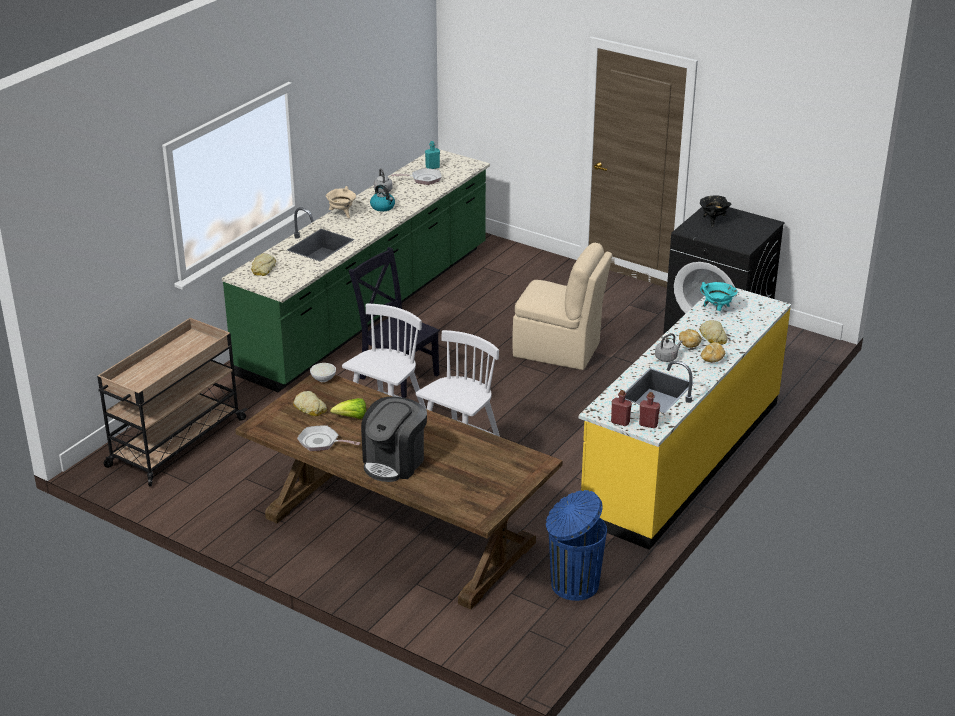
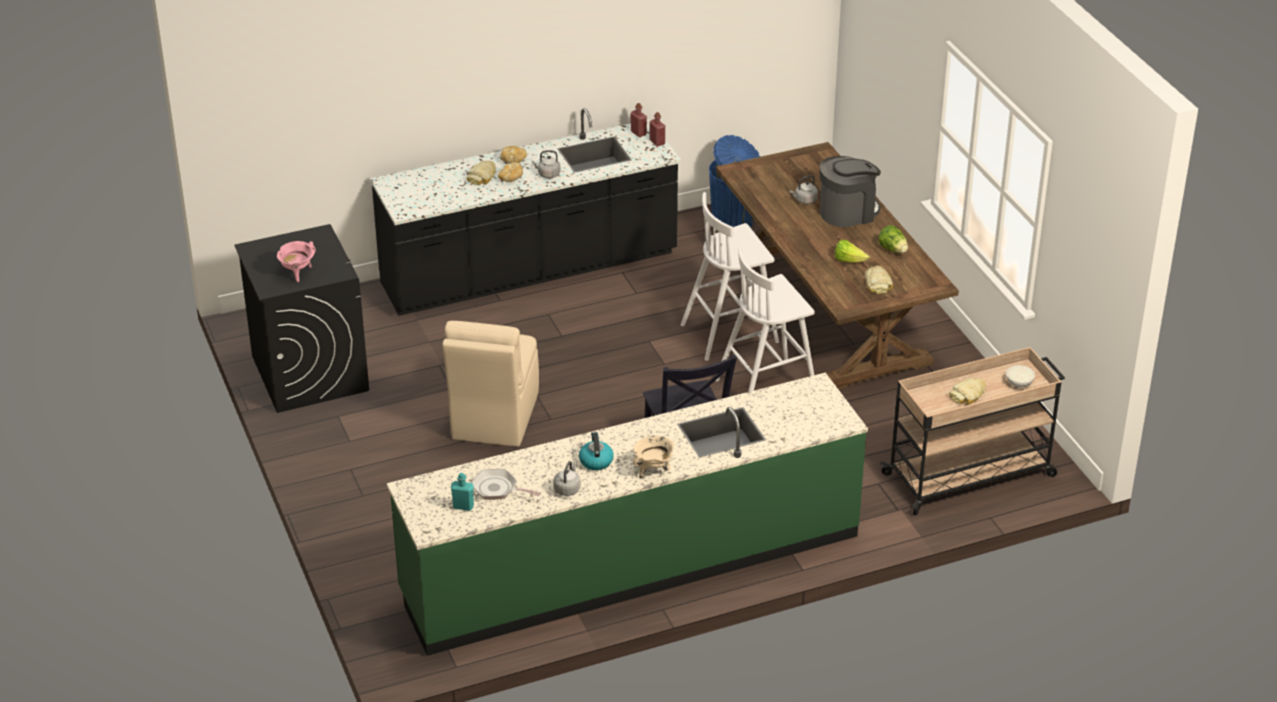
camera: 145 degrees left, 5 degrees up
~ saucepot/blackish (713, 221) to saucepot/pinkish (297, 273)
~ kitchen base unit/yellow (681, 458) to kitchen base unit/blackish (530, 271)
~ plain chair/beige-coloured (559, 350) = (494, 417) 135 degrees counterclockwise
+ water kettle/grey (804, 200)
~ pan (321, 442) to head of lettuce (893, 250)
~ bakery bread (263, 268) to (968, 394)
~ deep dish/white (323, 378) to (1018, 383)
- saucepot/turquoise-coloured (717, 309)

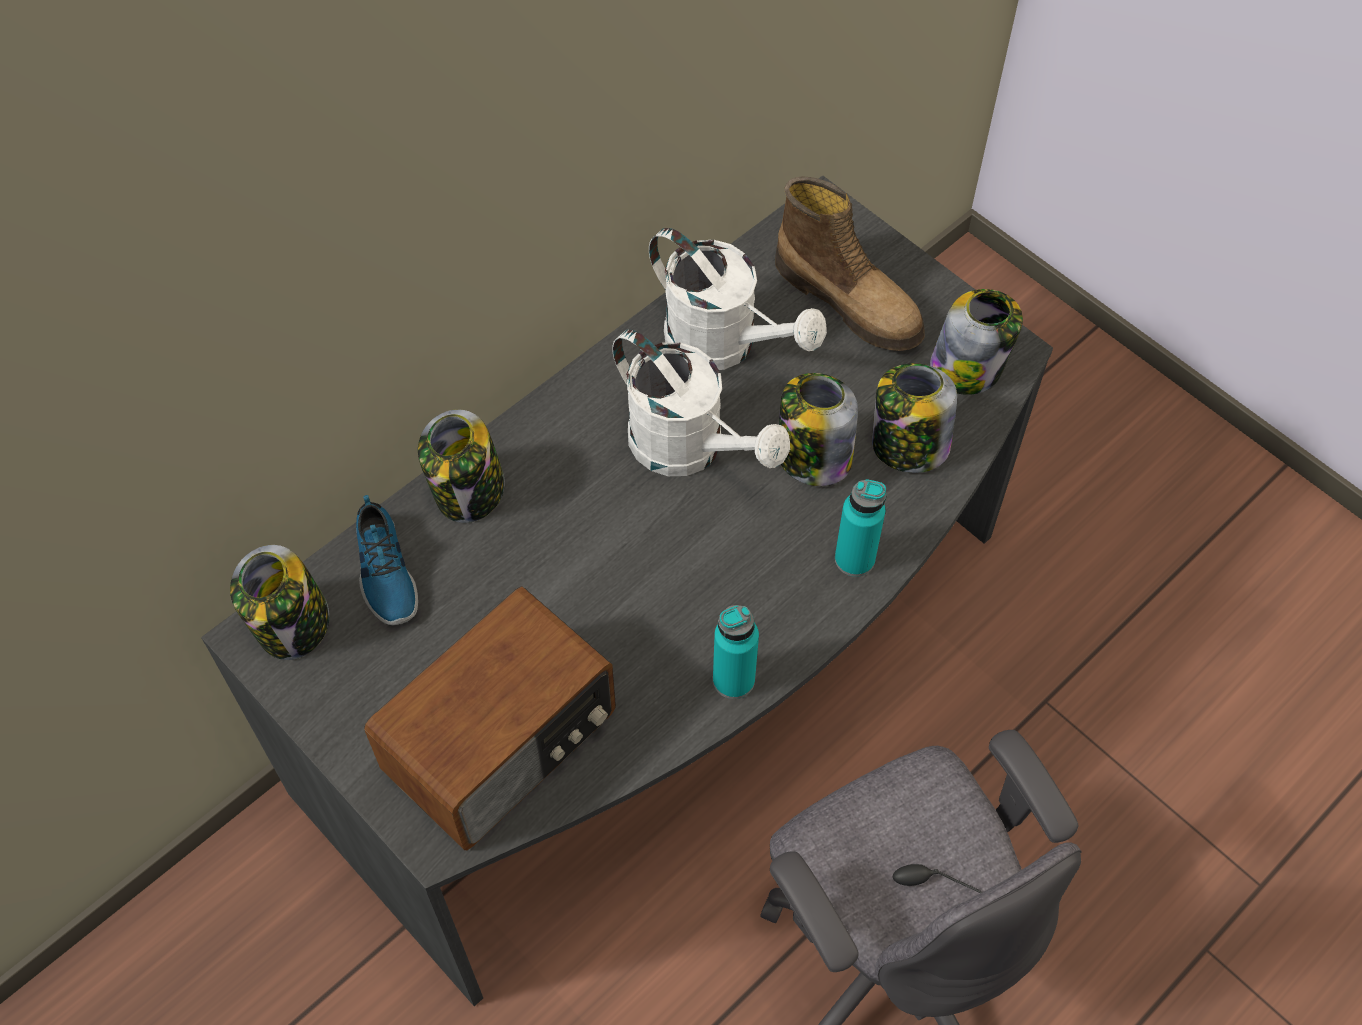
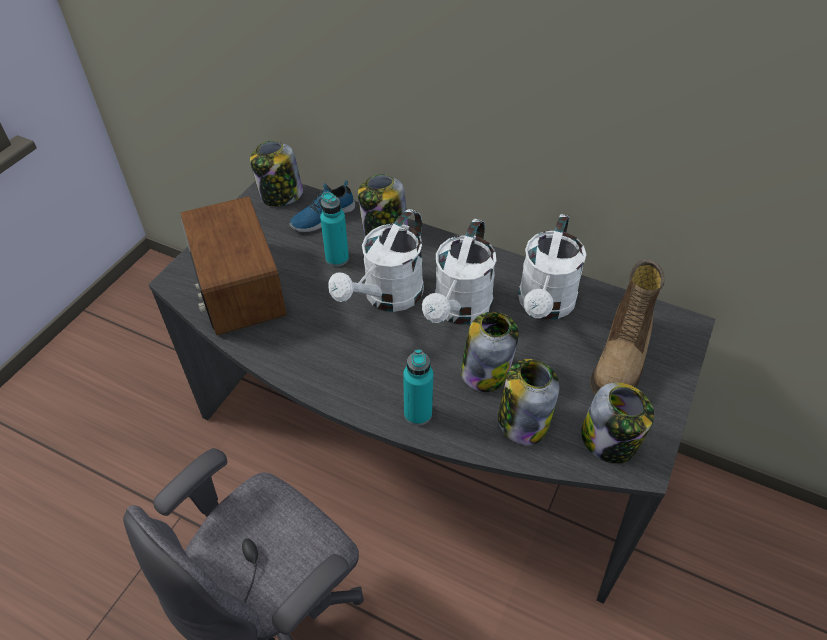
camera: 70 degrees right, 10 degrees down
~ radio set (504, 742) = (237, 288) 45 degrees clockwise
~ bottle/turquoise-coloured (733, 680) to (337, 258)
+ sprinkling can/white (387, 298)

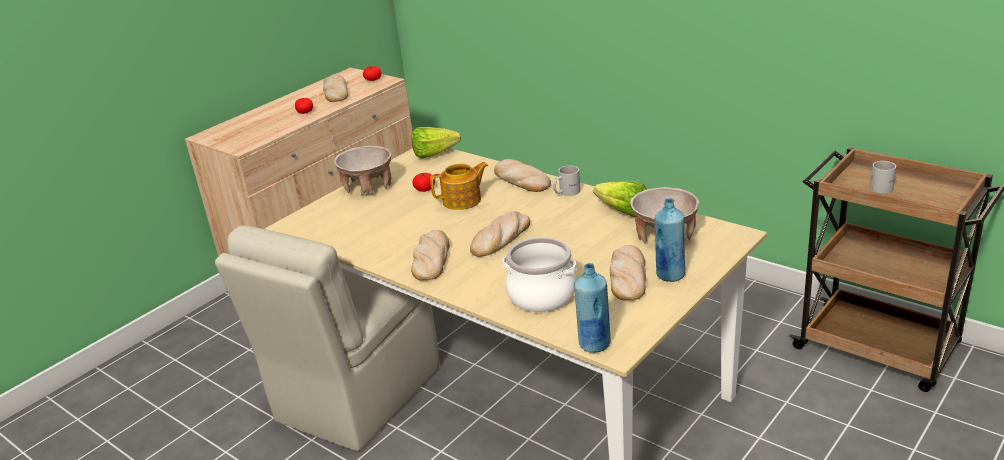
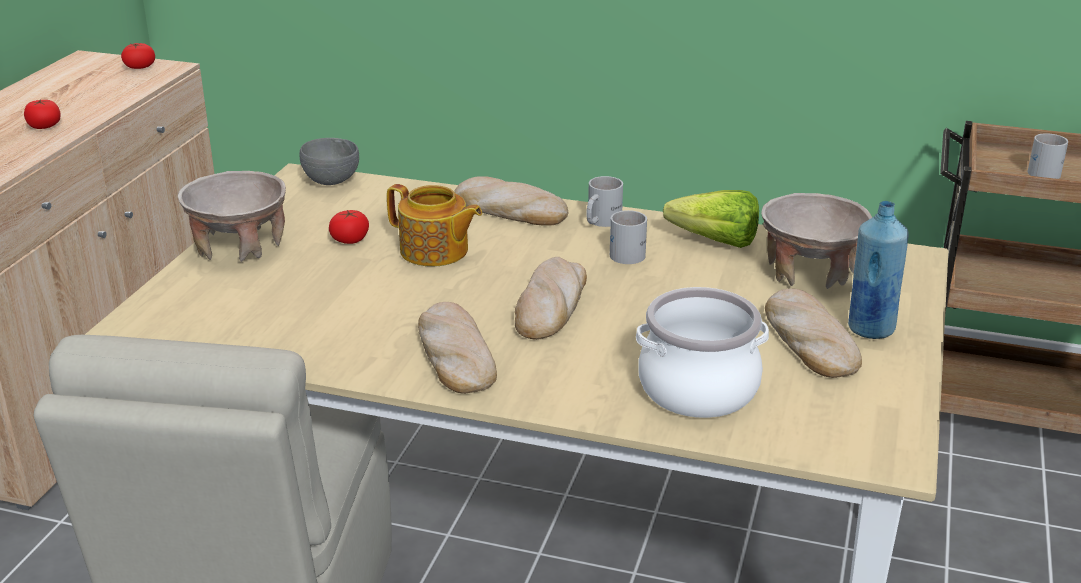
camera: 25 degrees left, 0 degrees up
~ head of lettuce (438, 154) to deep dish/grey (330, 181)
~ pot for tea (463, 200) = (435, 251) 75 degrees clockwise
+ mug/white (630, 252)
- bakery bread (335, 92)
- bottle/blue-coloured (594, 344)

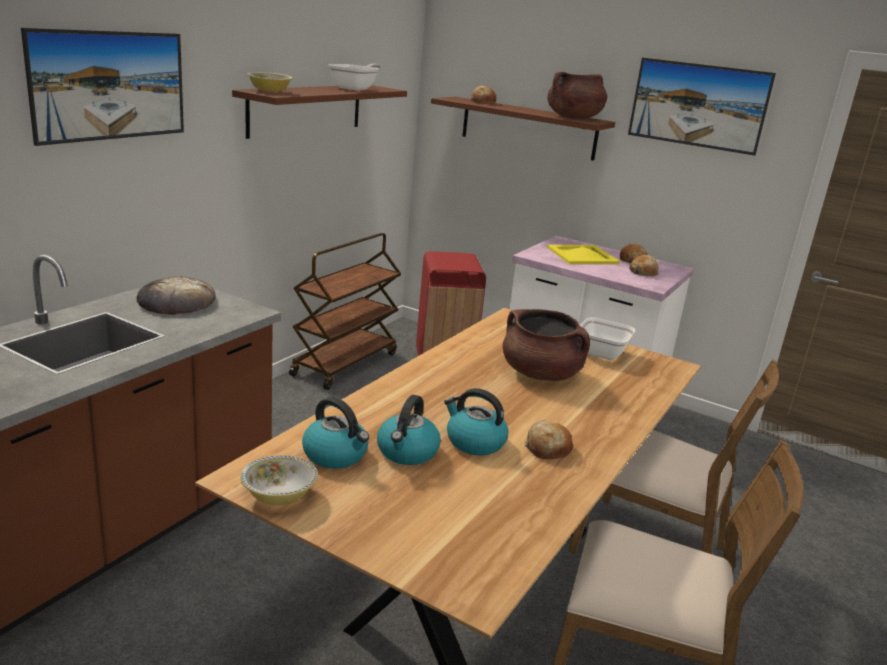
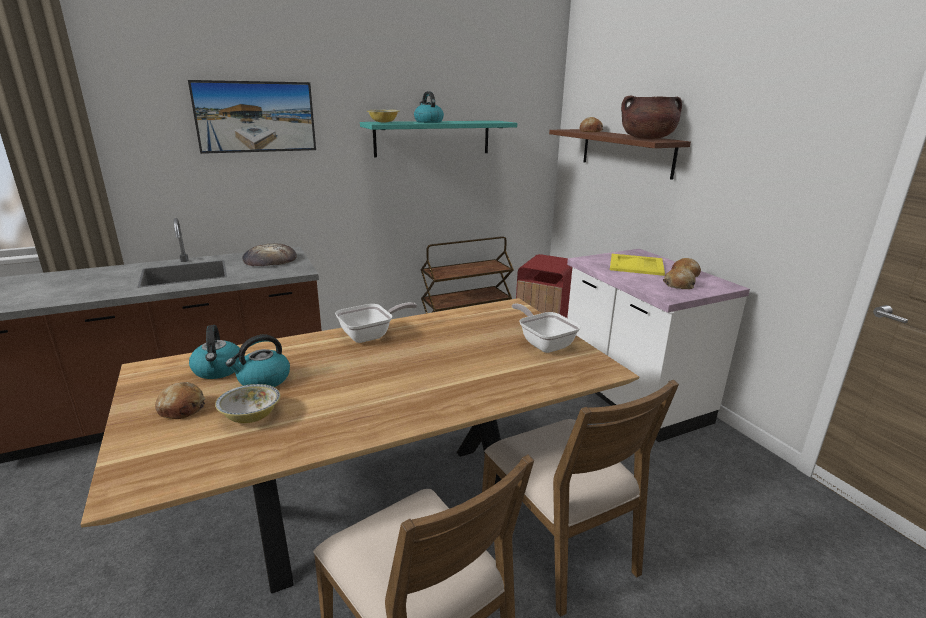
camera: 35 degrees right, 0 degrees up
~ bakery bread (547, 448) to (182, 408)
~ deep dish (279, 496) to (251, 416)
~ pan (356, 88) to (371, 335)
~ shelf/brownish (306, 109) to shelf/turquoise-coloured (433, 138)
~ water kettle (474, 442) to (428, 122)
- saucepot/brownish (540, 374)
- wall art (693, 125)

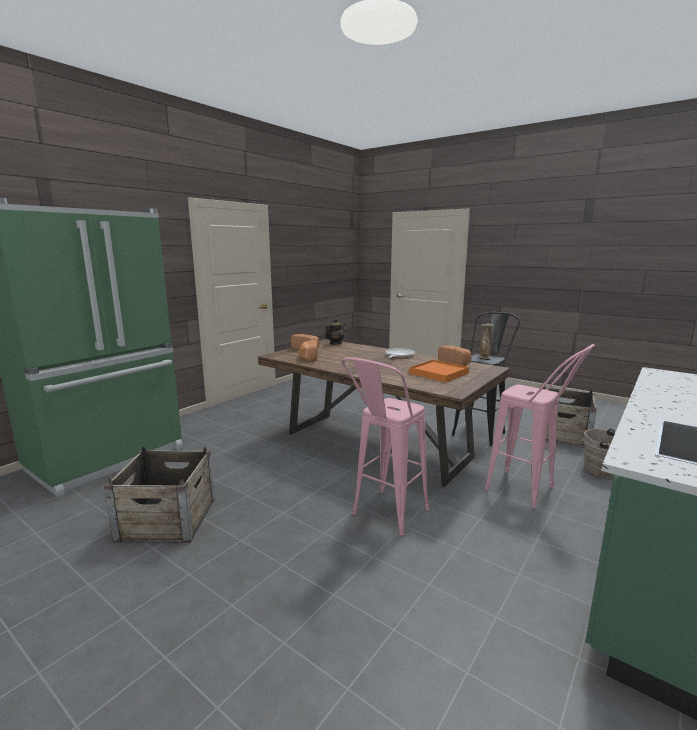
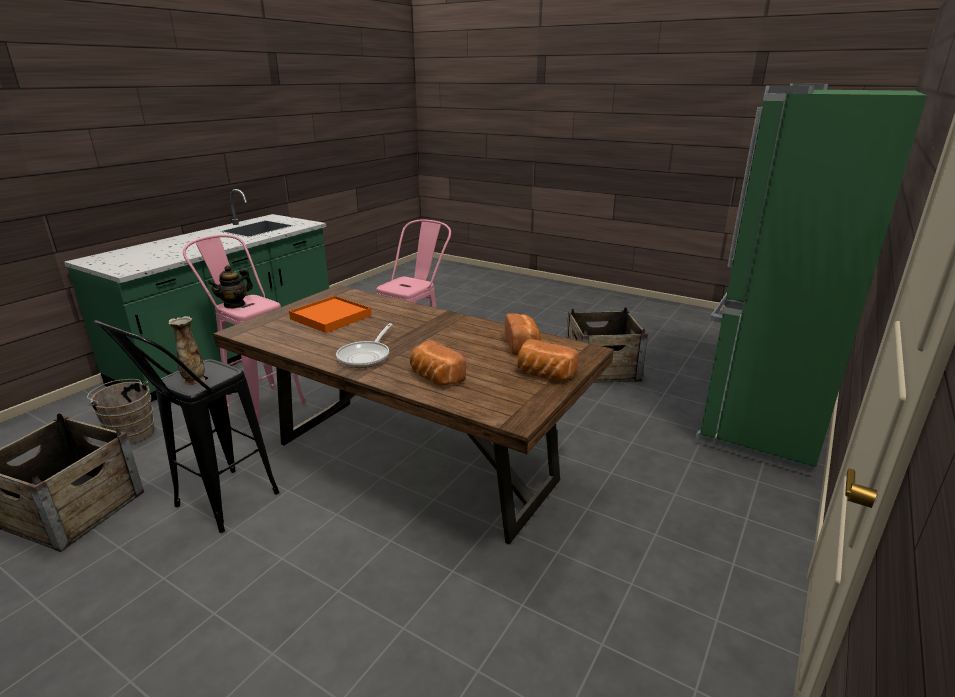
camera: 175 degrees right, 10 degrees up
~ pot for tea (335, 343) to (235, 305)
~ bakery bread (455, 363) to (435, 378)

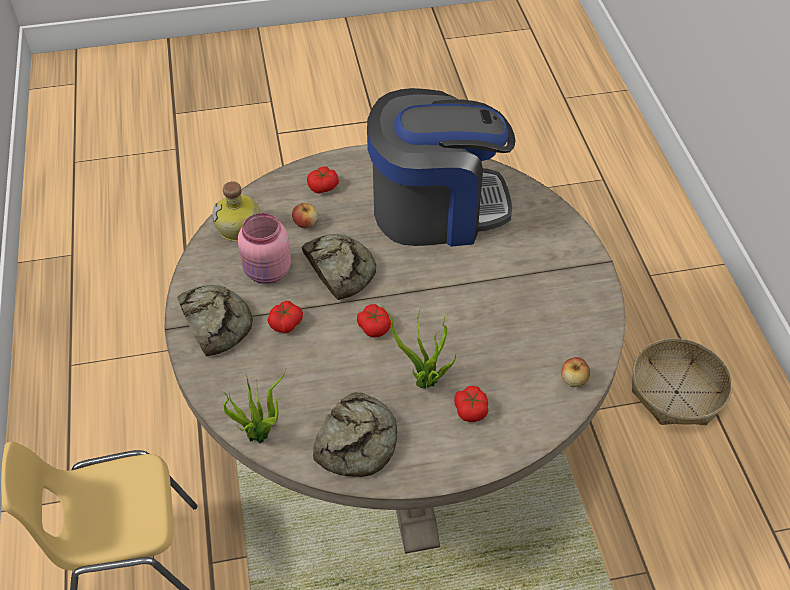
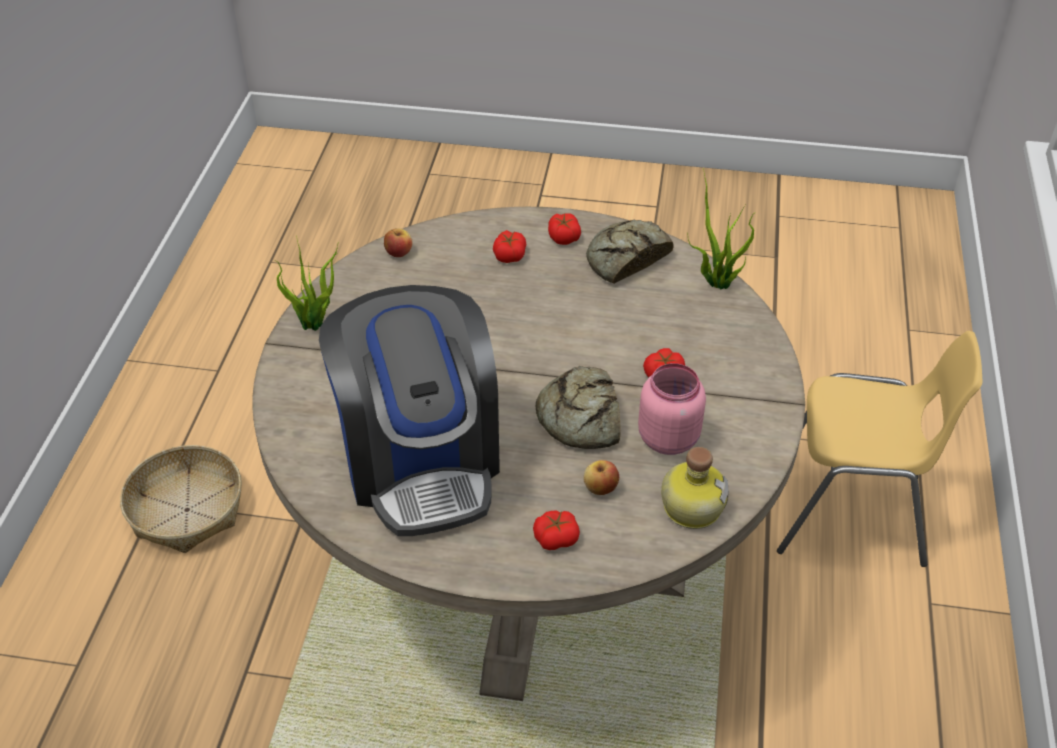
camera: 160 degrees left, 5 degrees down
~ houseplant (424, 383) to (315, 324)
~ coffee machine (437, 209) = (420, 460) 120 degrees counterclockwise
~ tomato (374, 327) to (563, 237)
- bakery bread (214, 322)

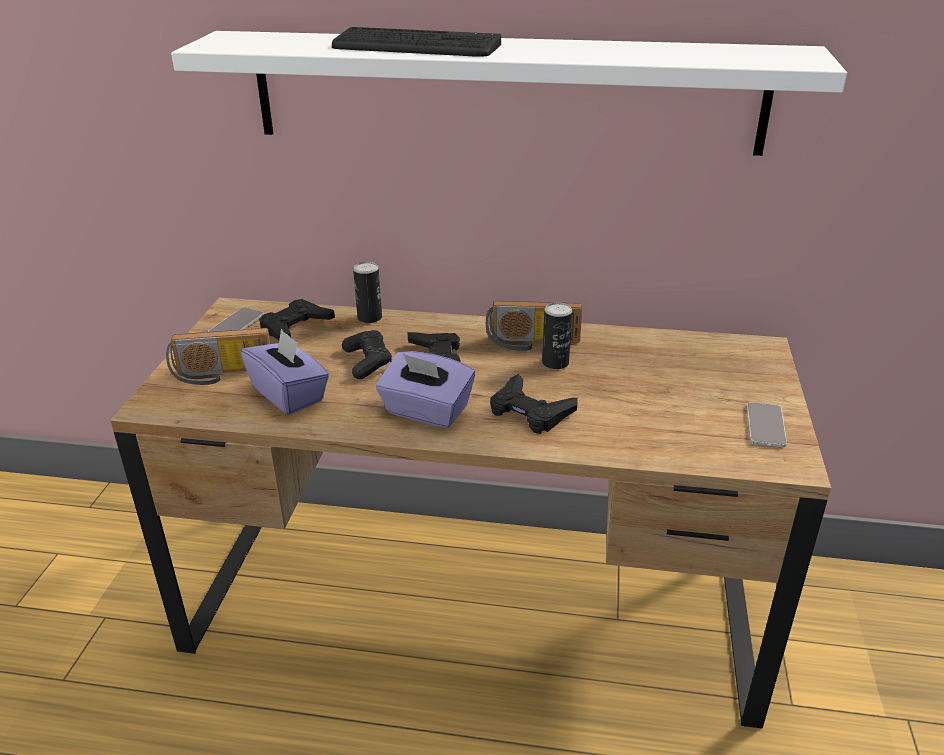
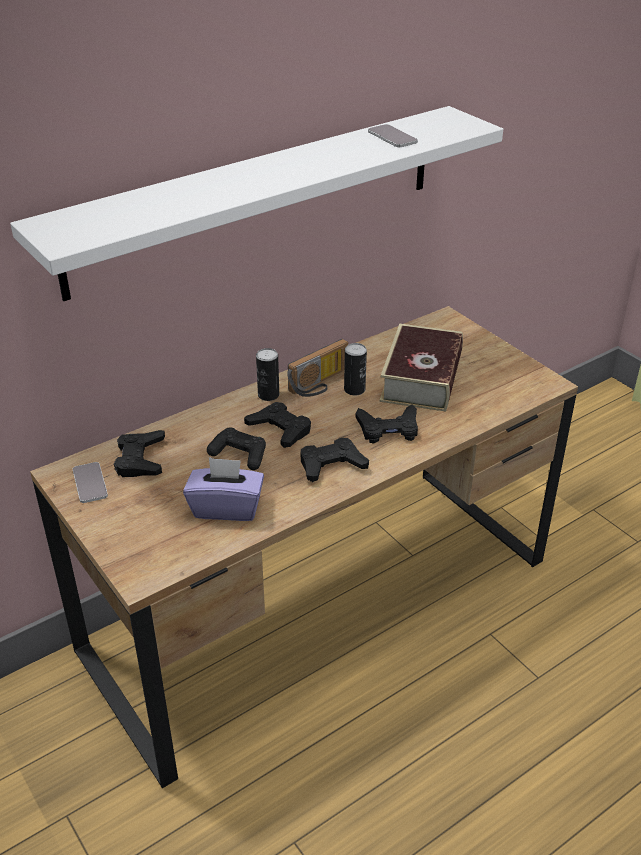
camera: 45 degrees left, 5 degrees up
~ can (369, 317) to (268, 395)
~ box of tissues/purple (426, 411) to game controller/blackish (331, 465)
~ handset (765, 426) to (392, 137)
+ book (421, 378)
- radio set (222, 374)
- PC keyboard (416, 46)

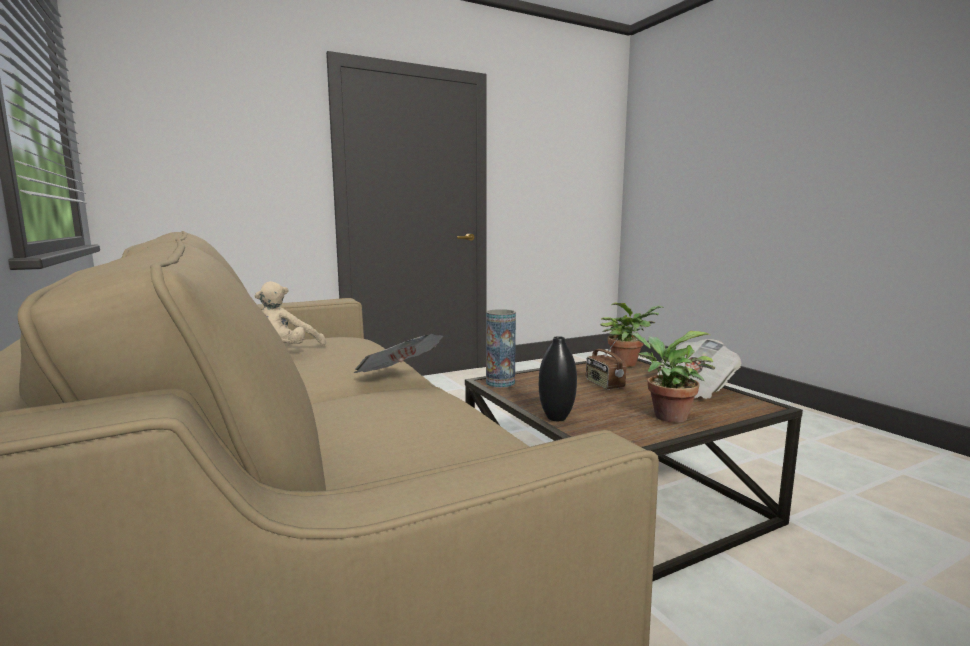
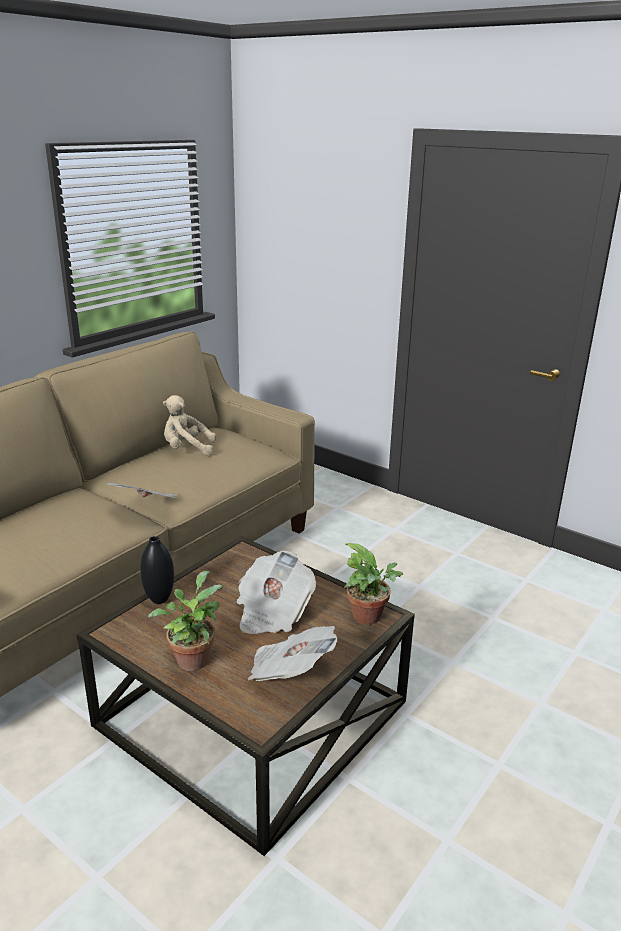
camera: 65 degrees right, 15 degrees up
~ radio set (604, 385) to newspaper (272, 612)
- decorative vase (500, 383)

